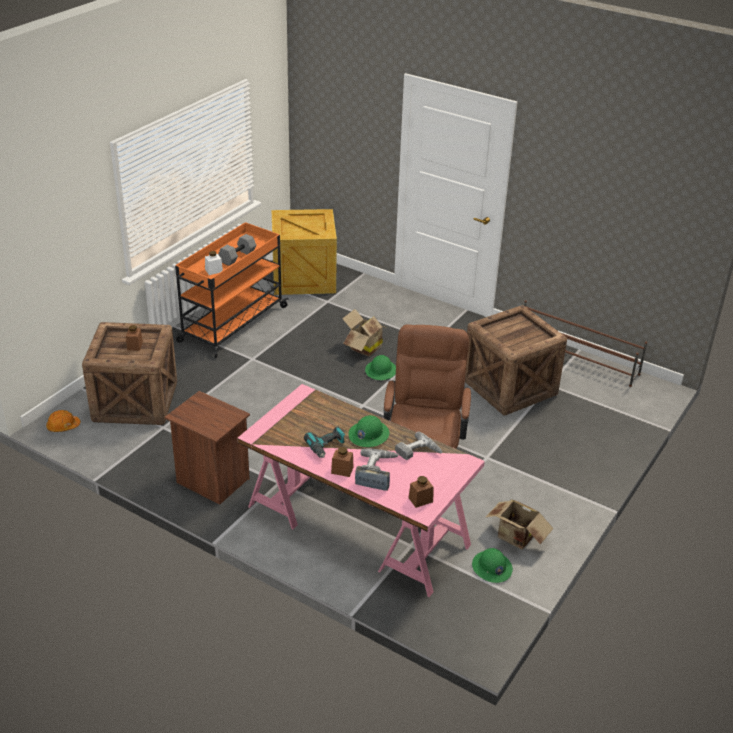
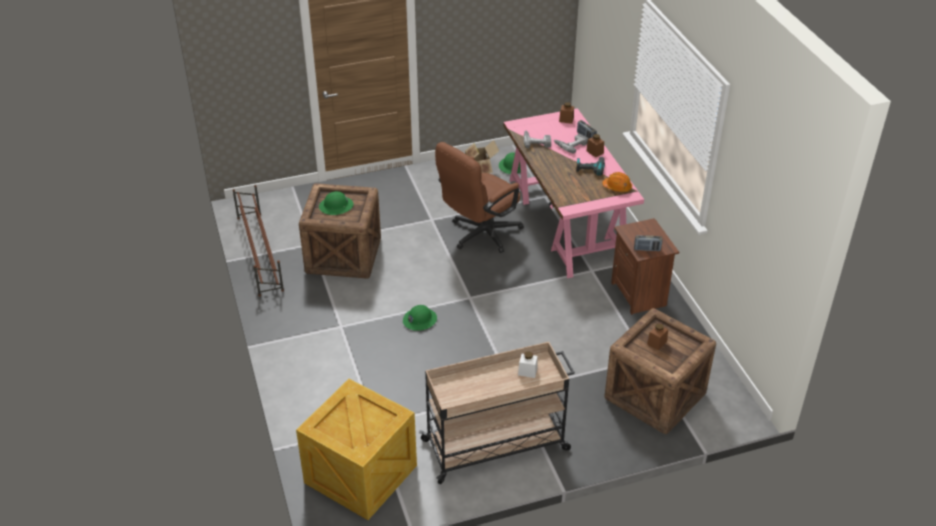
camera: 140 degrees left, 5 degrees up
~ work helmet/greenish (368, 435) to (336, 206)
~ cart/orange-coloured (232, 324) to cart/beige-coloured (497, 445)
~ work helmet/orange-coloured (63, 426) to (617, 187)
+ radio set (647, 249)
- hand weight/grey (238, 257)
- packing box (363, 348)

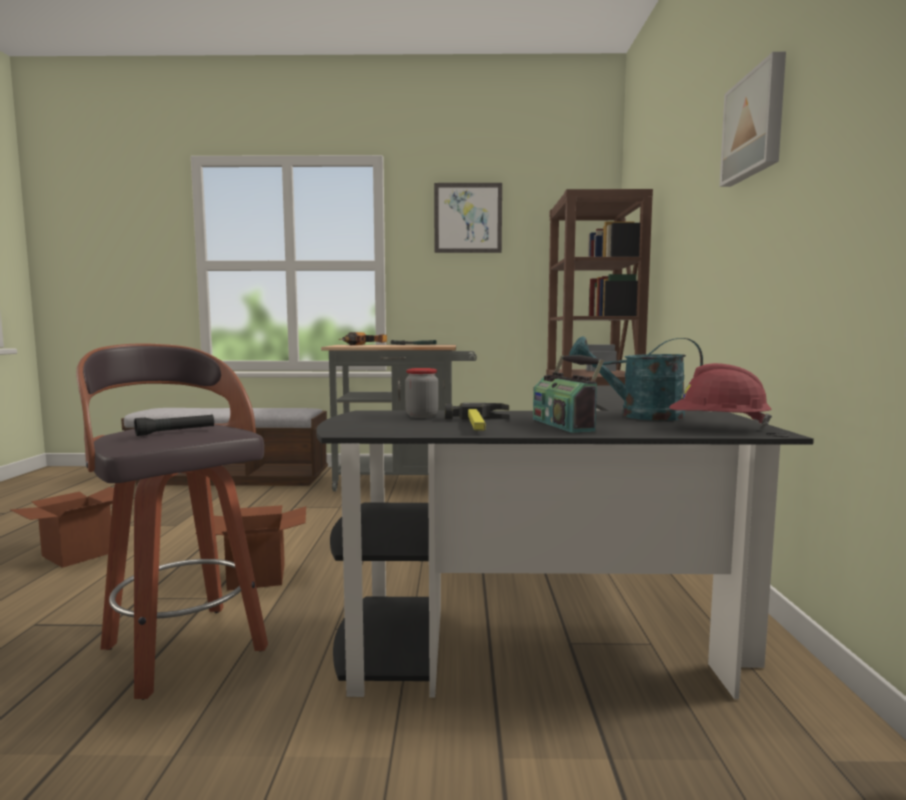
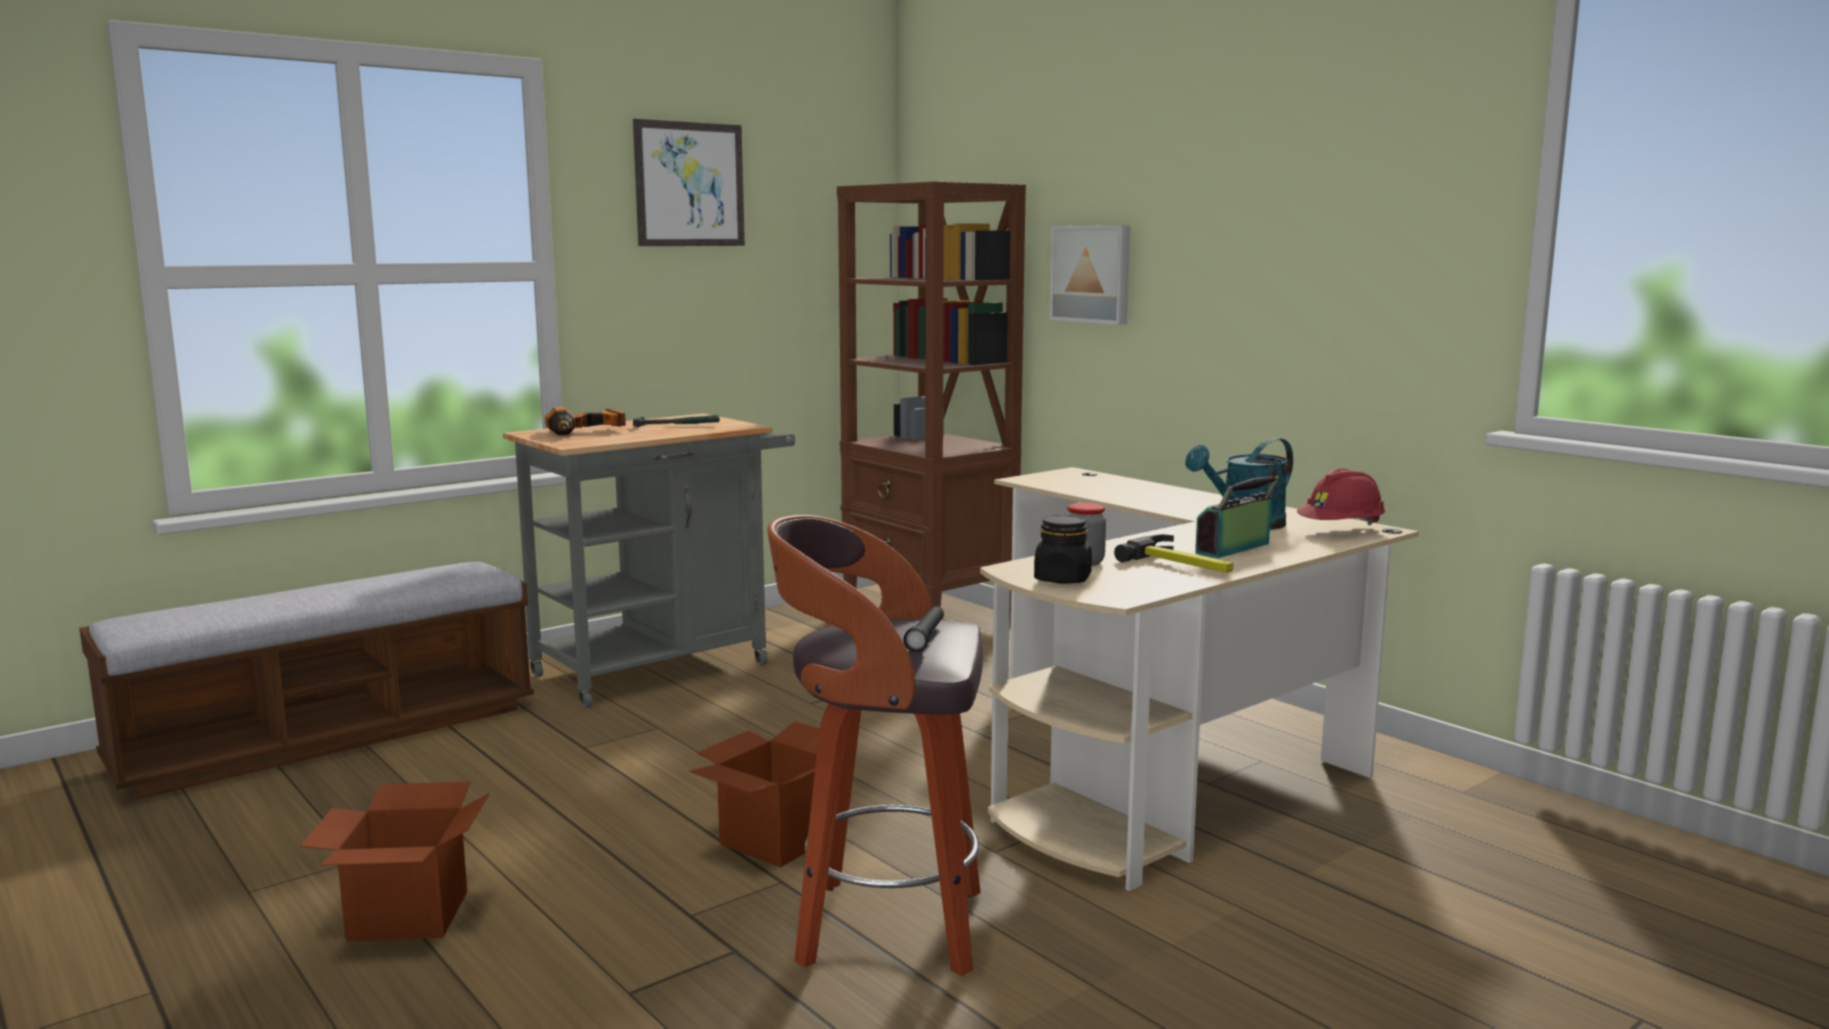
camera: 40 degrees left, 5 degrees up
~ desk unit/blackish (576, 611) to desk unit/beige-coloured (1166, 756)
+ jar/blackish (1062, 579)
~ wall art (755, 125) to (1092, 274)
~ radio set (564, 424) = (1235, 549) 105 degrees clockwise

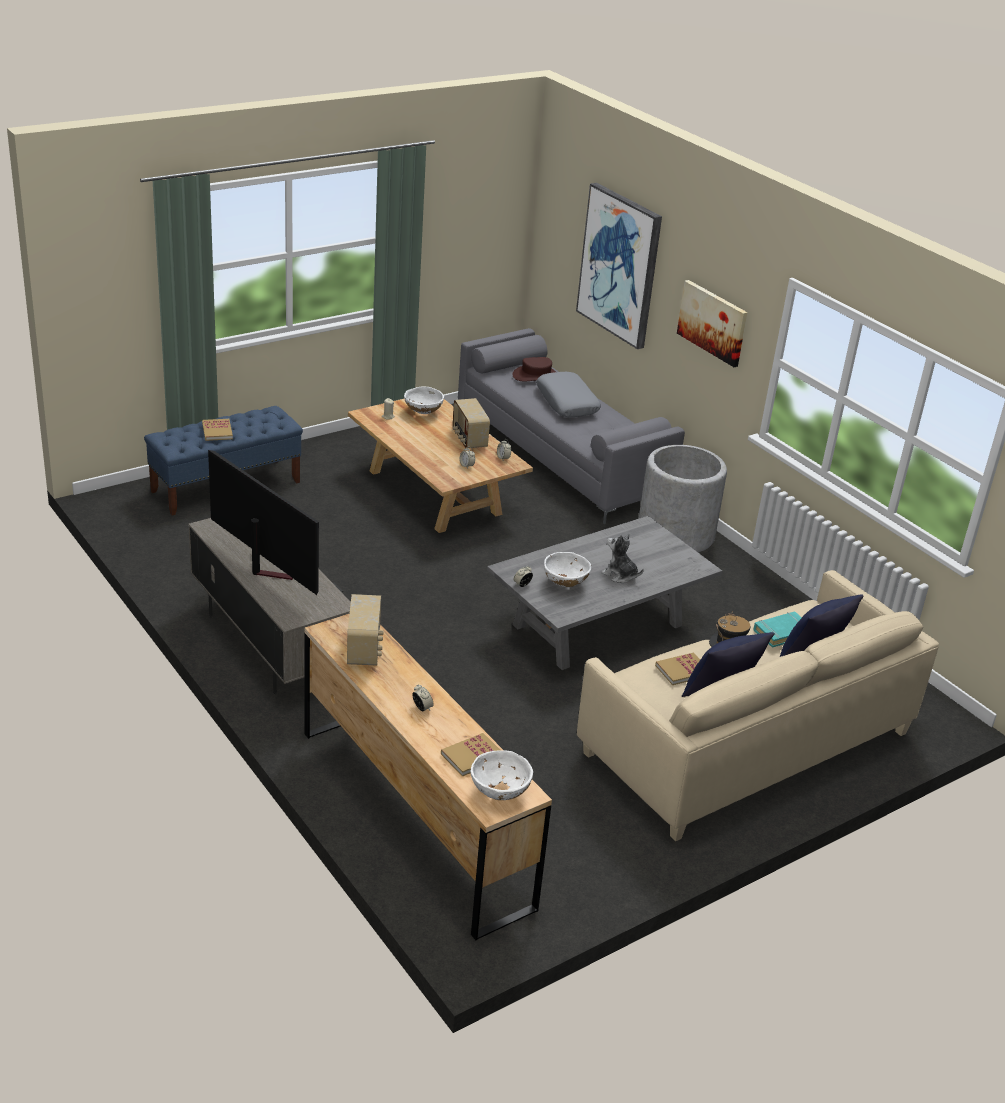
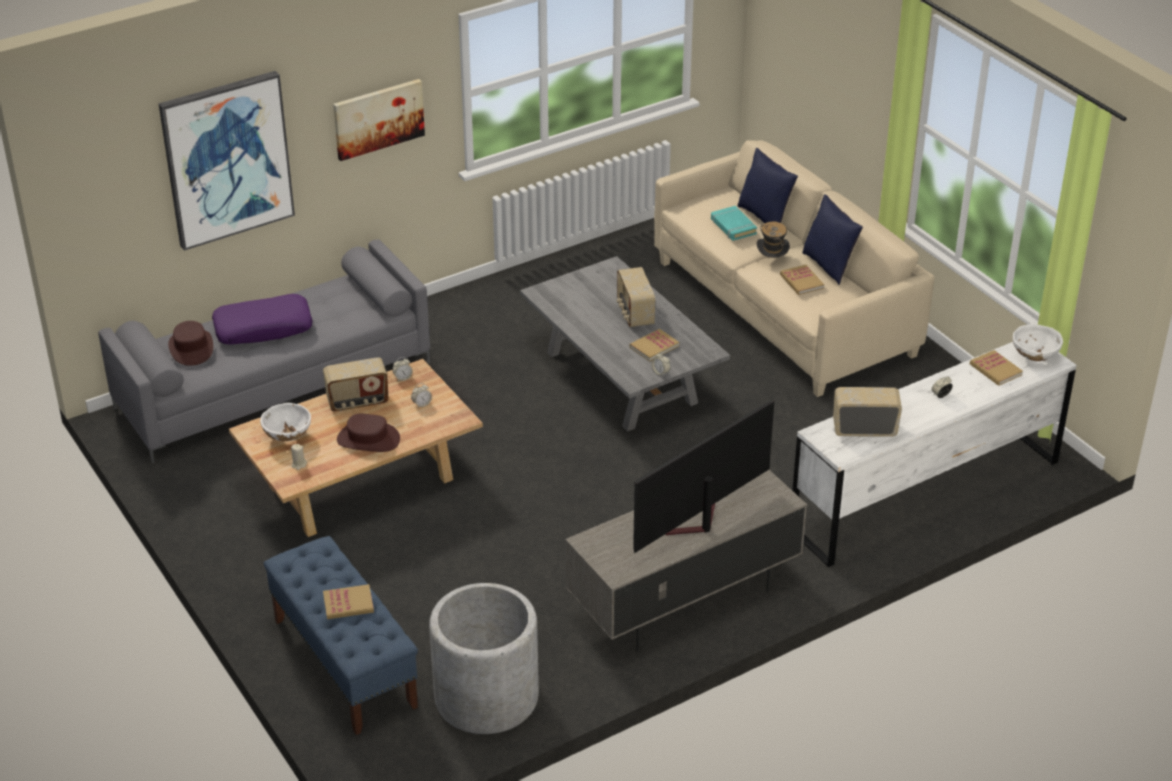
camera: 85 degrees left, 5 degrees up
~ throw pillow/grey (567, 403) to throw pillow/purple (263, 328)
+ hat/brownish (368, 439)
~ planter/grey (676, 534) to (486, 697)
~ plush toy (620, 575) to radio set (634, 313)
~ deep dish/white (565, 583) to book (654, 346)
~ drawer chest/brownish (414, 816) to drawer chest/white (925, 495)

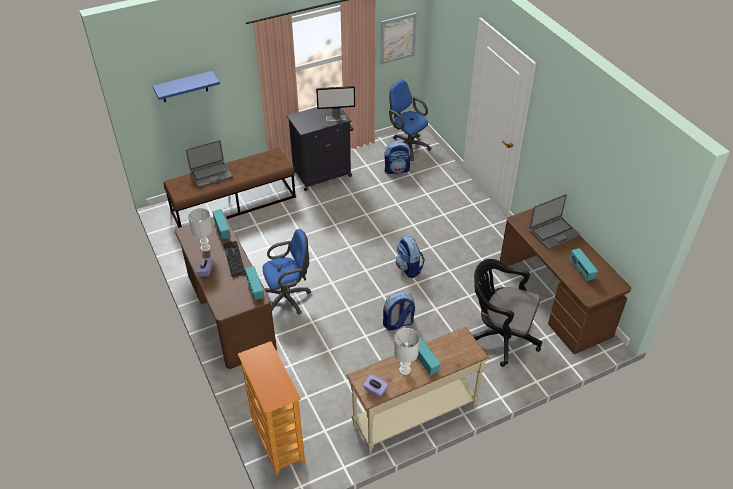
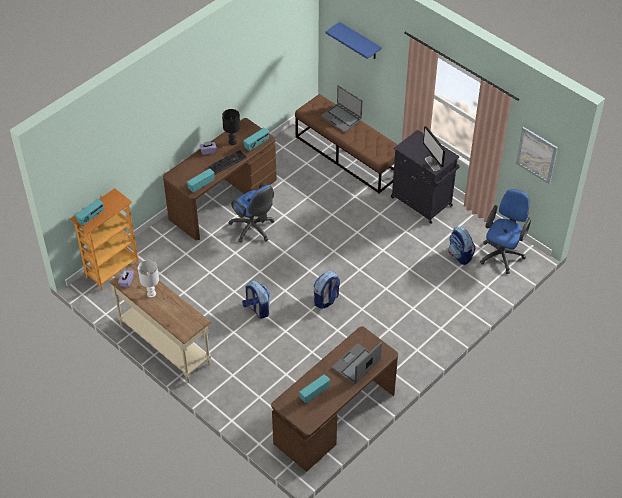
camera: 70 degrees right, 5 degrees up
~ radio set (425, 362) to (91, 217)
~ lamp for a table/white (206, 248) to lamp for a table/blackish (232, 142)
~ laptop (553, 233) = (357, 365) 90 degrees clockwise
- office chair/blackish (500, 336)

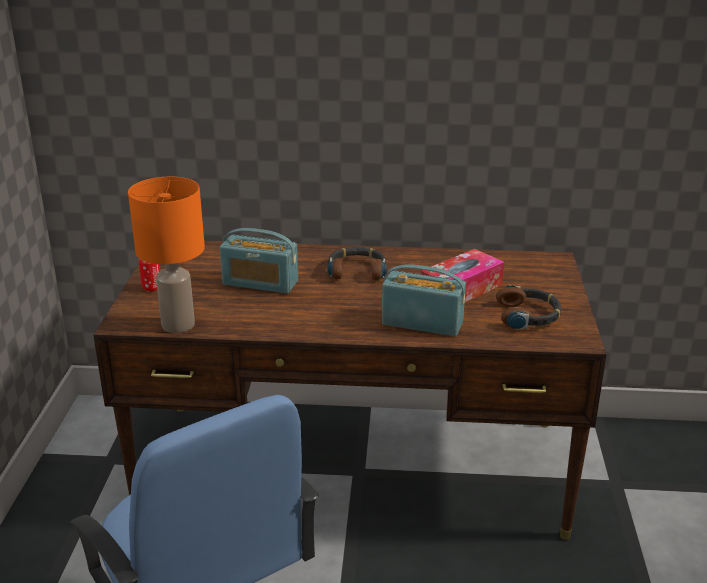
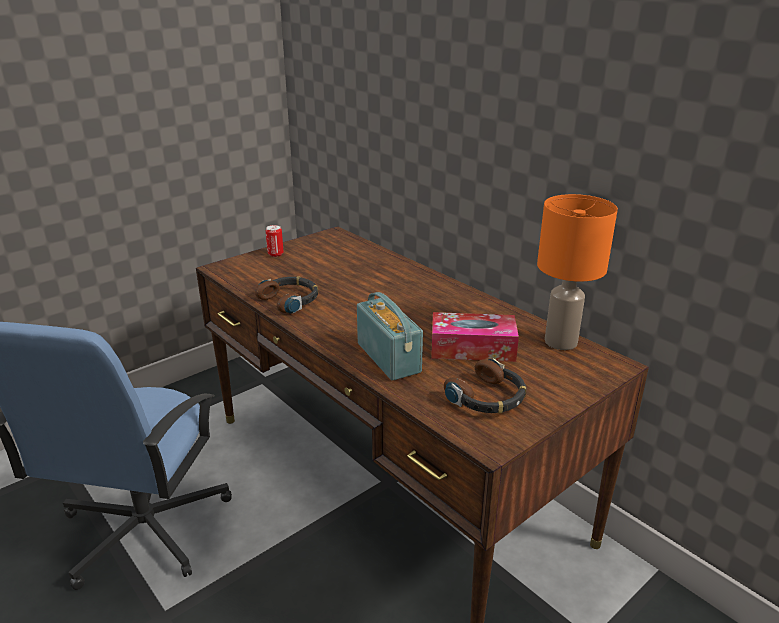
camera: 45 degrees right, 0 degrees up
~ pair of headphones (357, 270) to (290, 300)
~ lamp for a table/orange-coloured (177, 325) to (559, 342)
- radio set (260, 283)

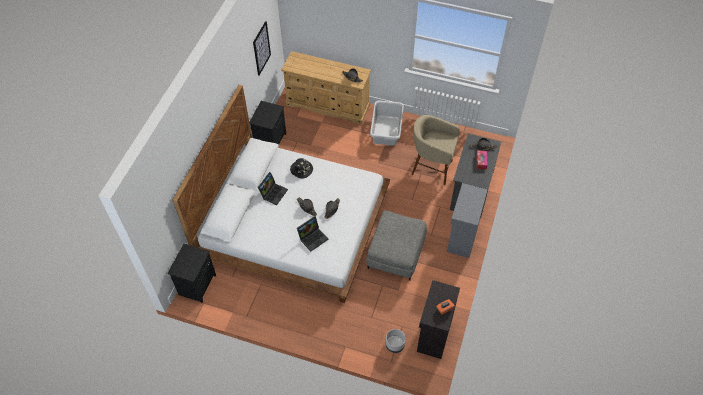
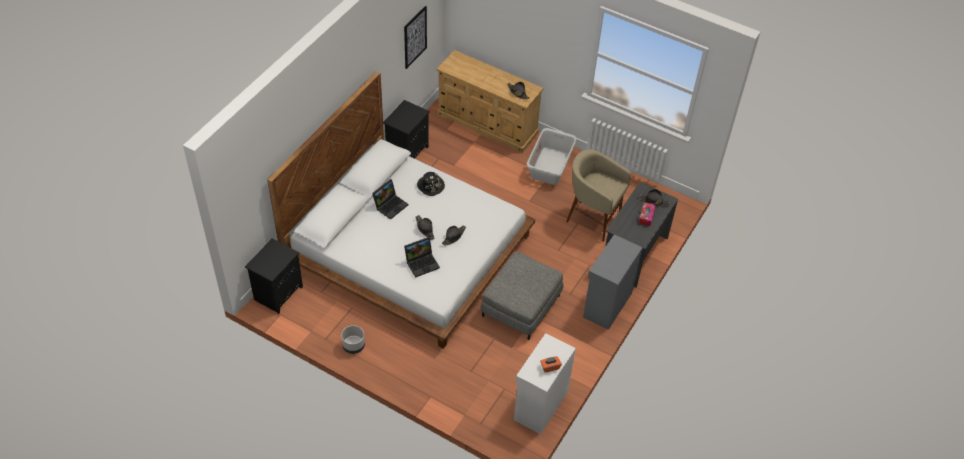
camera: 10 degrees right, 5 degrees down
~ planter/grey (394, 345) to (353, 346)
~ cupboard/blackish (433, 334) to cupboard/white (539, 405)

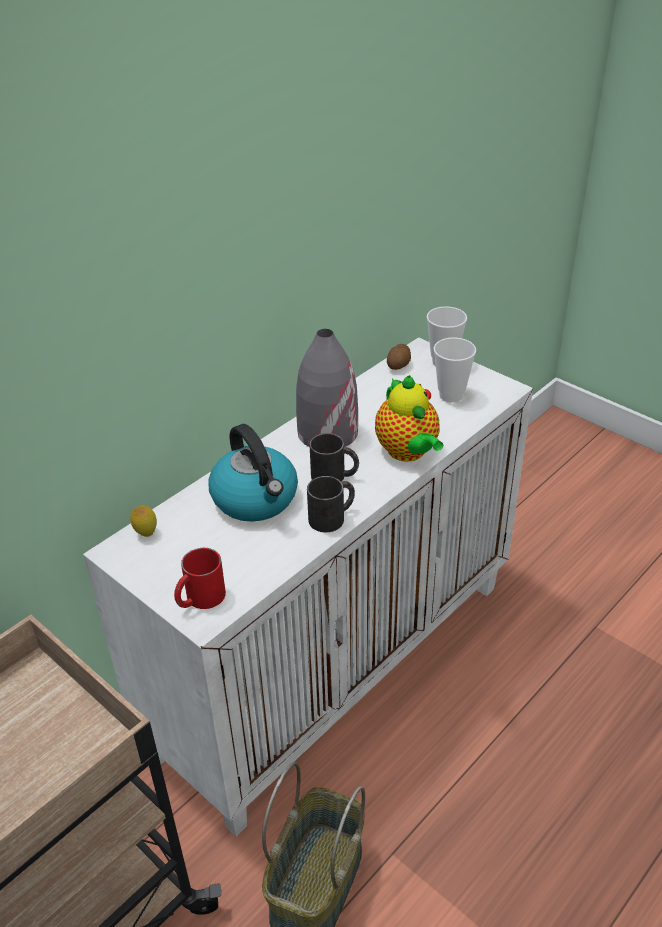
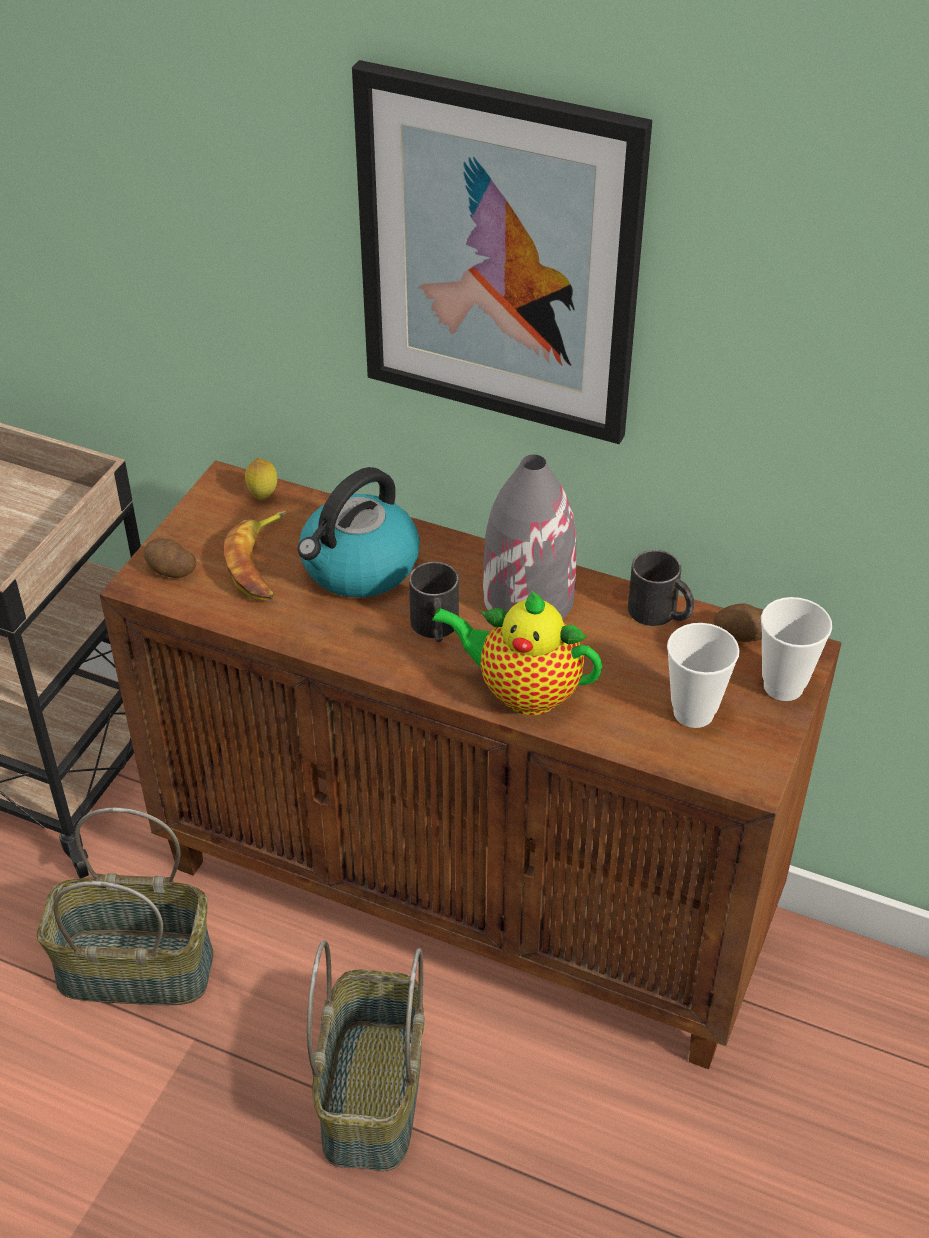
camera: 70 degrees right, 5 degrees up
~ cupboard/white (336, 663) to cupboard/brownish (469, 896)
~ mug/red-coloured (199, 599) to spud (170, 570)
+ banana fruit (261, 563)
+ basket (375, 1096)
+ wall art (499, 257)
~ pot for tea (408, 452) = (522, 692) 60 degrees clockwise
~ mug/blackish (332, 517) to (660, 613)

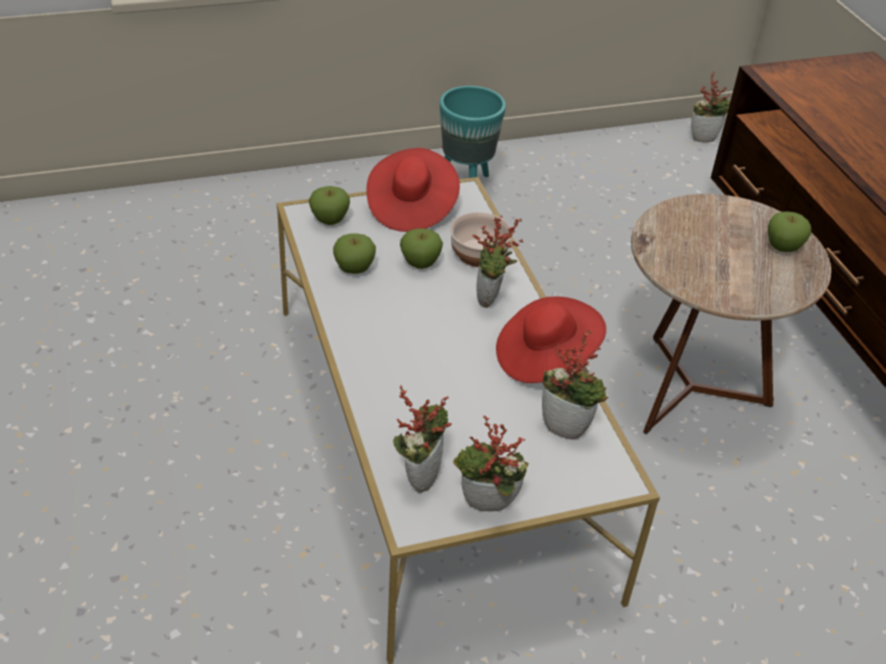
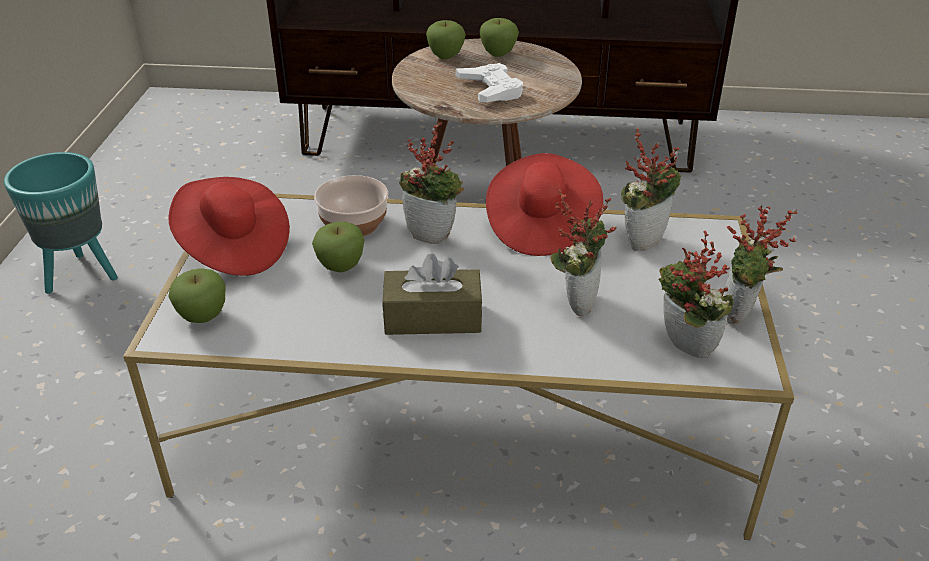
camera: 65 degrees left, 5 degrees down
+ box of tissues/brownish (433, 318)
~ apple fruit (354, 269) to (446, 56)
+ game controller/white (490, 90)
~ houseplant (704, 137) to (576, 301)

